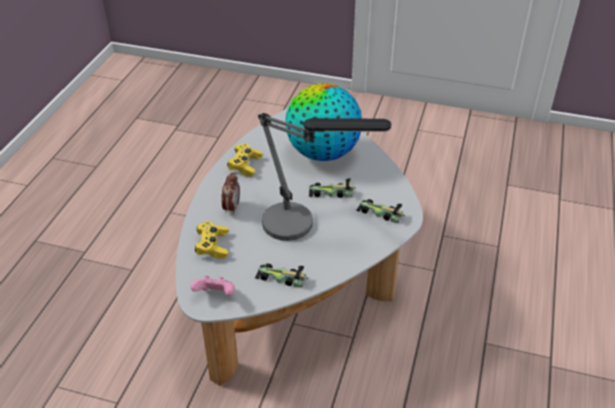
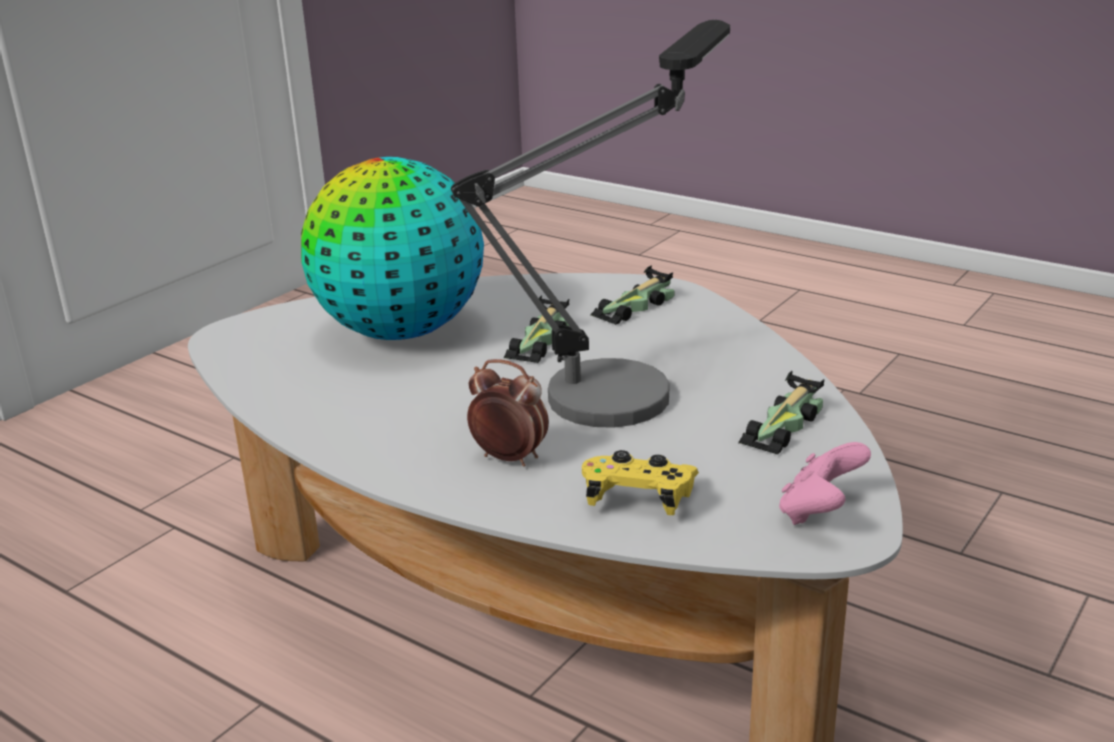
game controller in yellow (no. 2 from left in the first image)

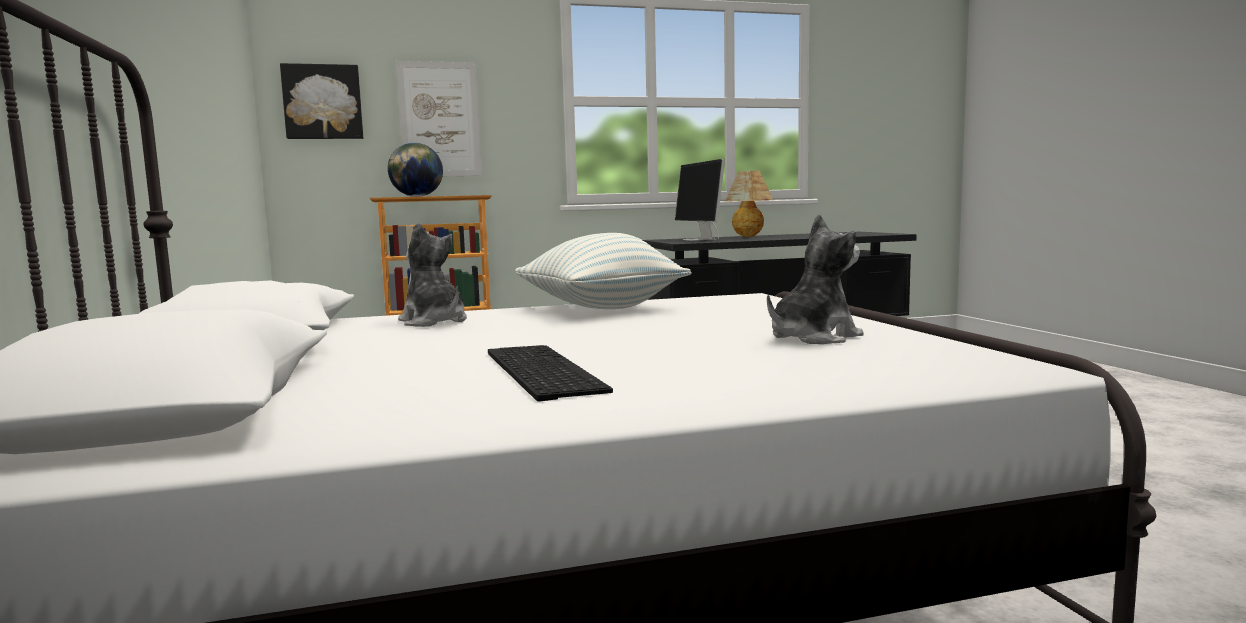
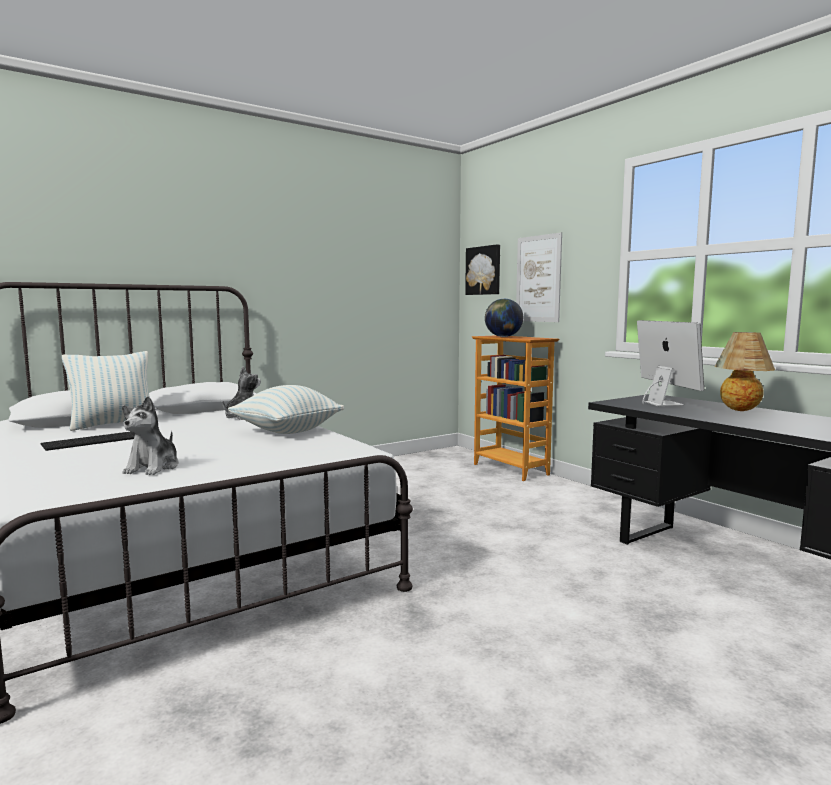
monitor
cuddly toy (no. 1 from left)
cushion (no. 1 from left)

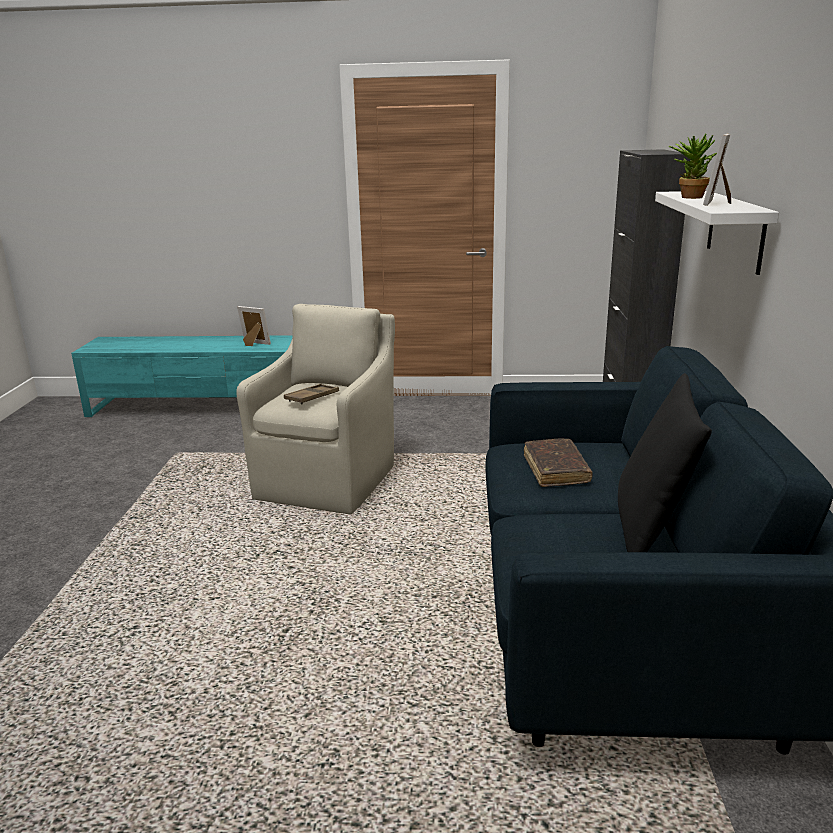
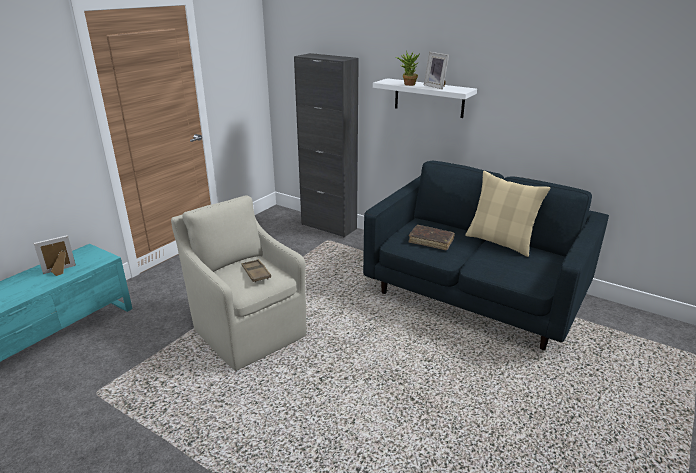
cushion in sand-coloured

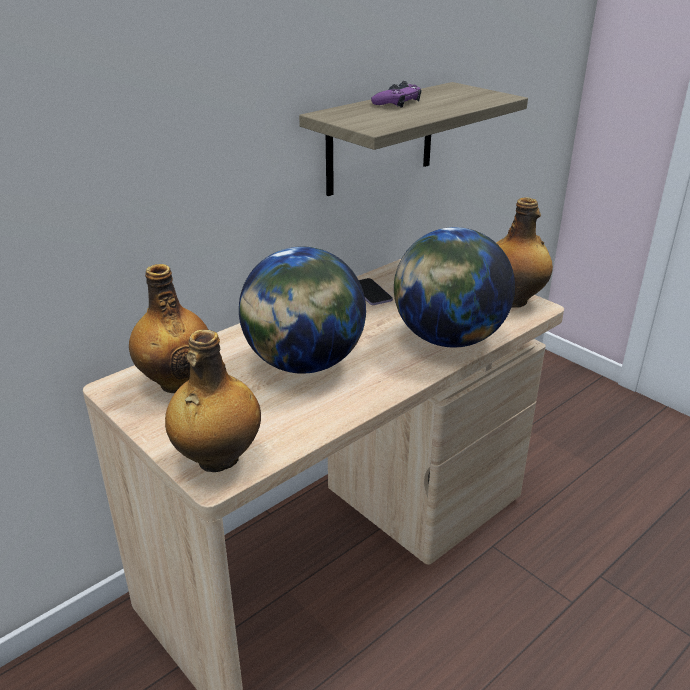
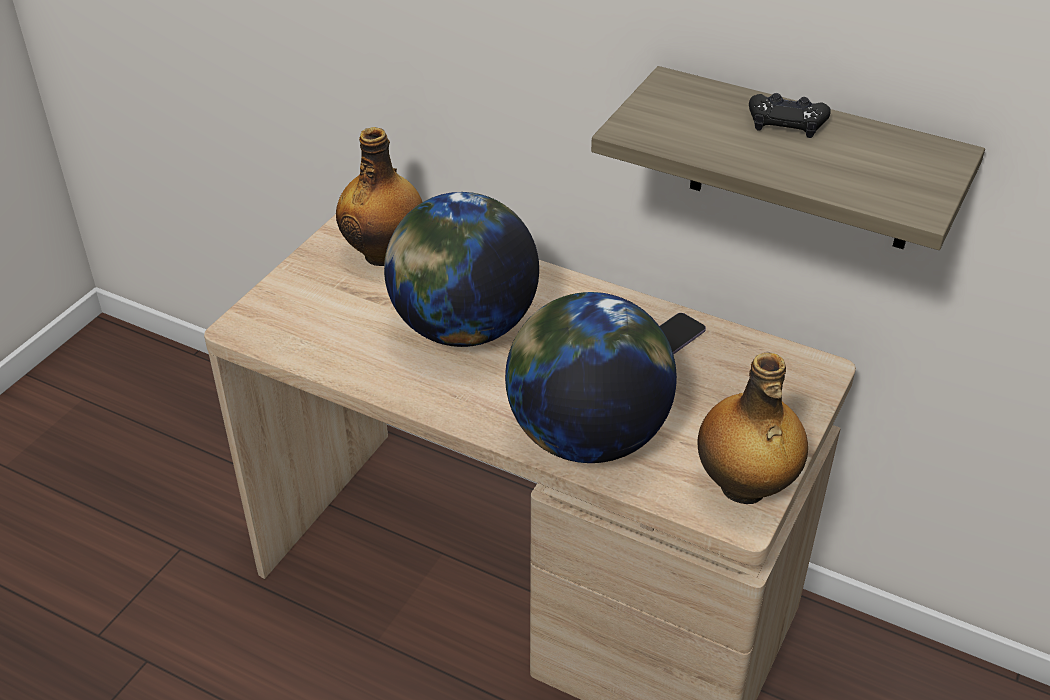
game controller in blackish
bottle (no. 2 from left in the first image)

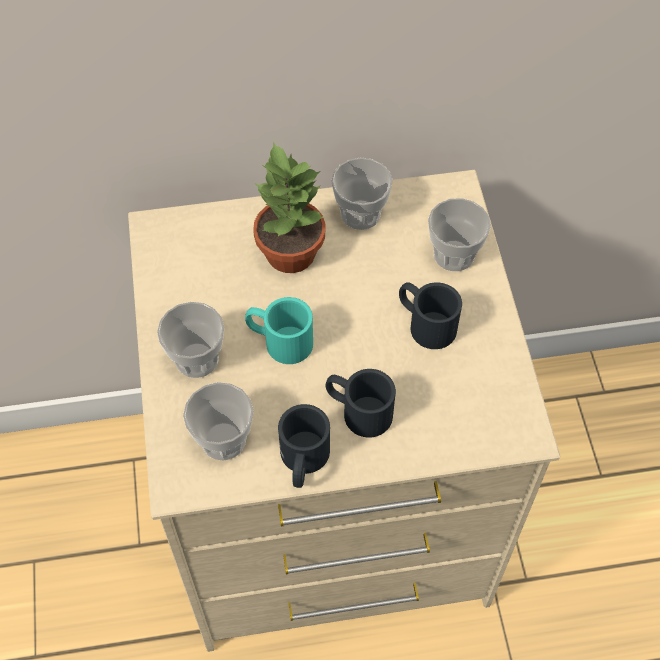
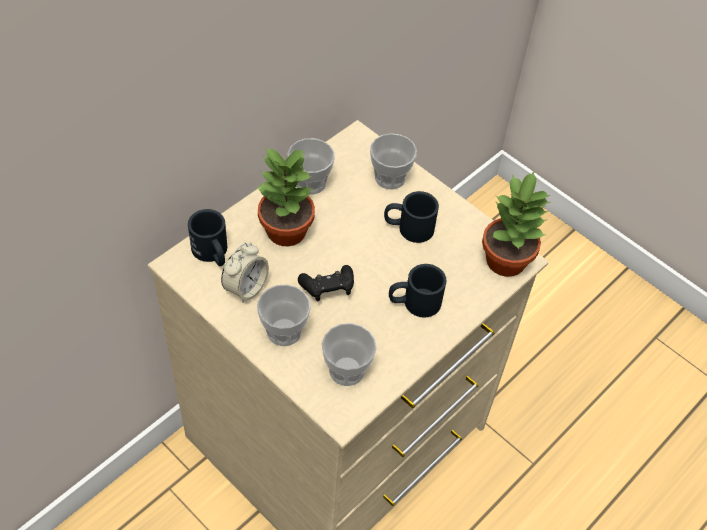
game controller in blackish
tea mug in blackish (no. 1 from left)
houseplant (no. 2 from left)
table clock

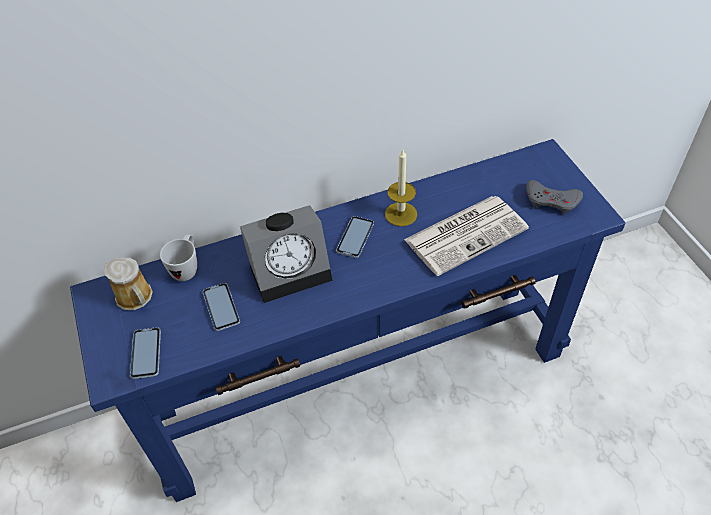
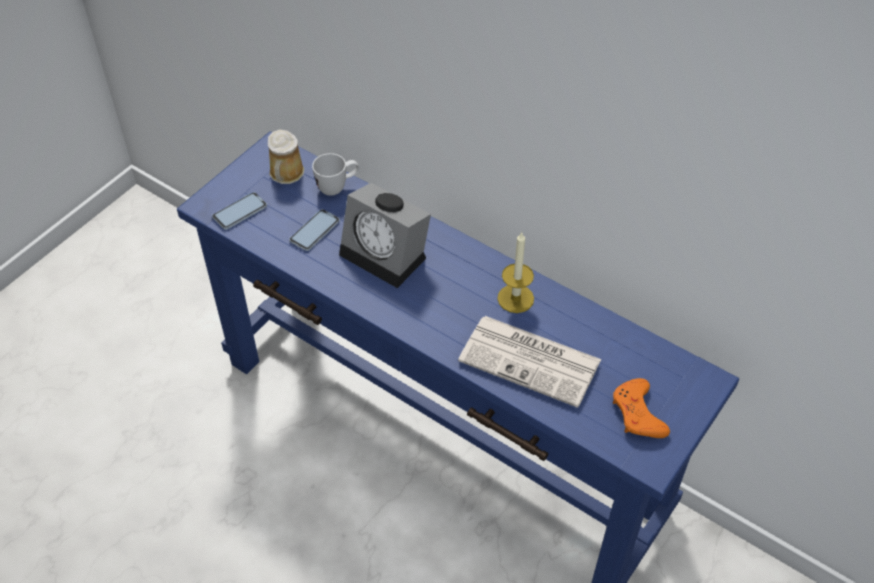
game controller in orange
telephone (no. 3 from left in the first image)

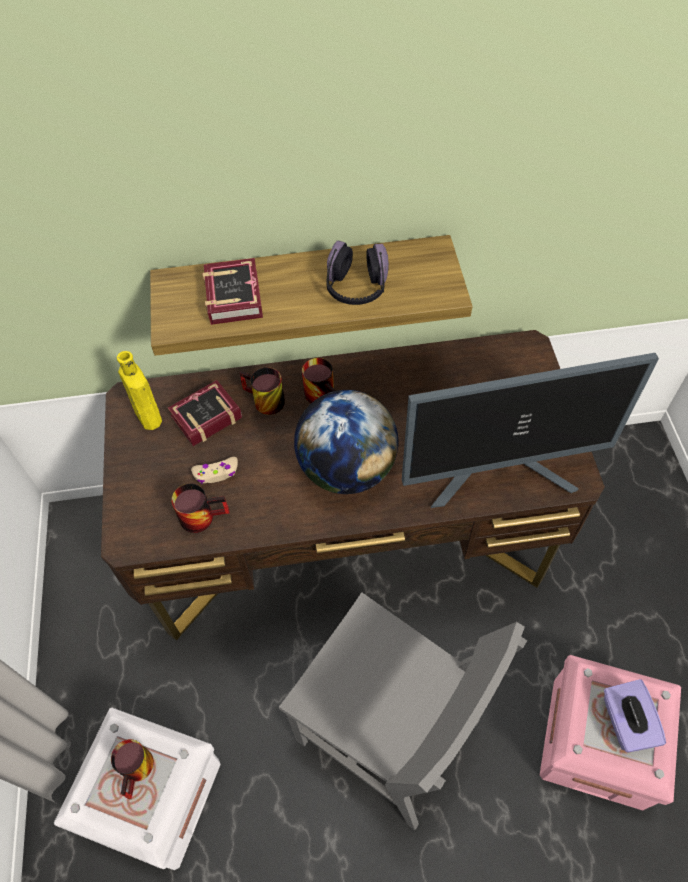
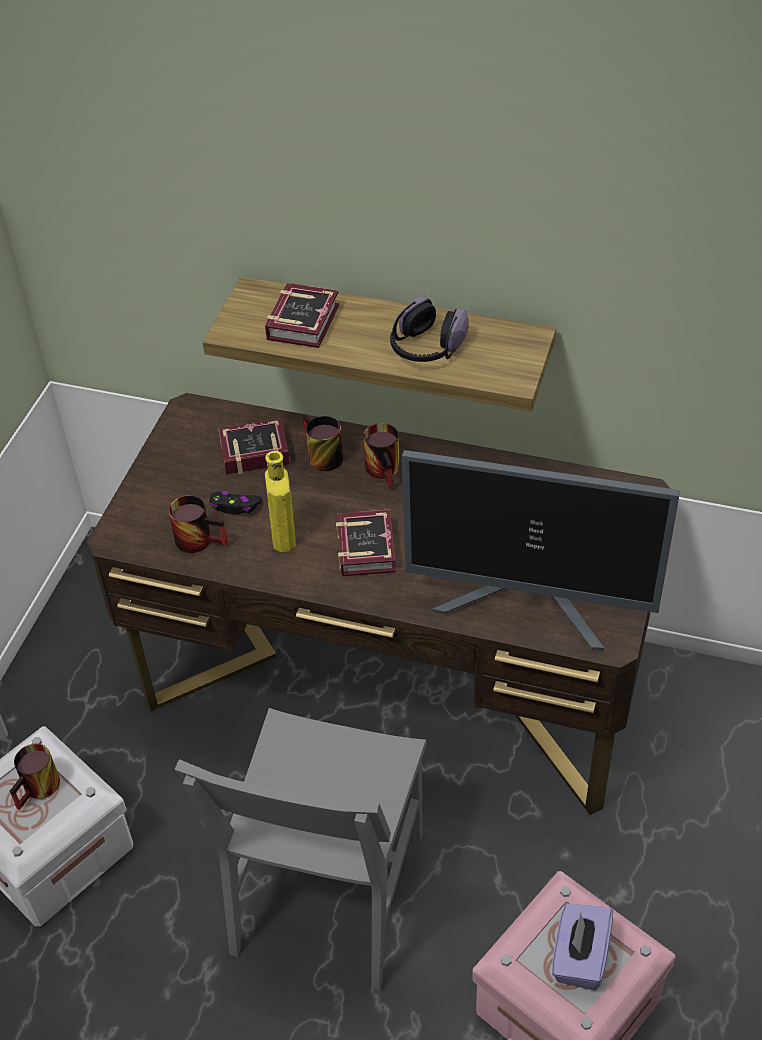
bottle in yellow
bound book (no. 3 from left)
game controller in blackish
plain chair in gray

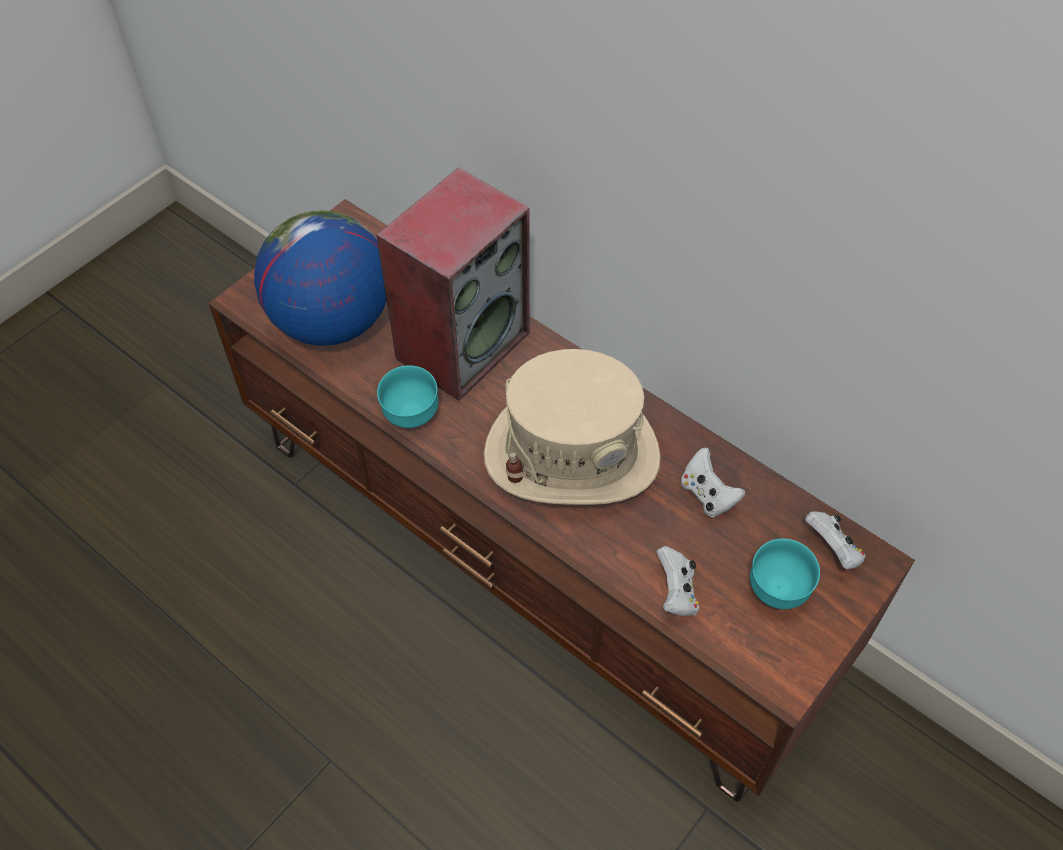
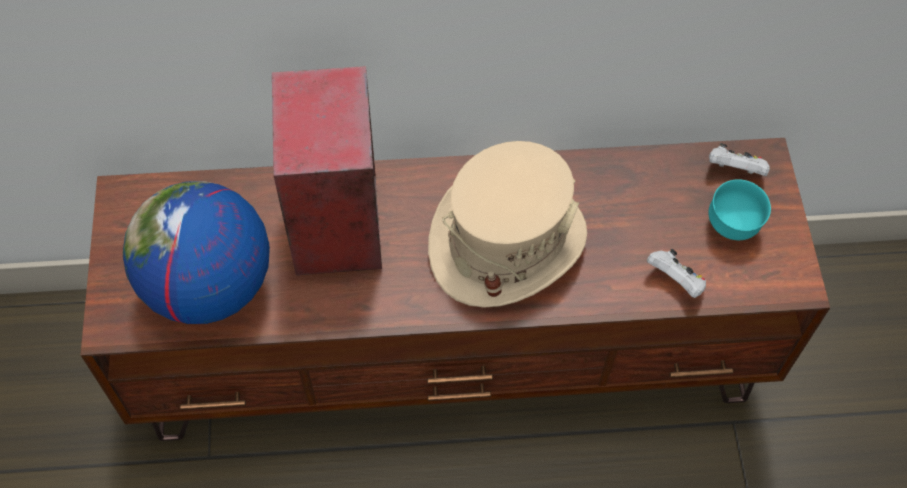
serving bowl in turquoise (no. 1 from left in the first image)
game controller in white (no. 2 from left in the first image)

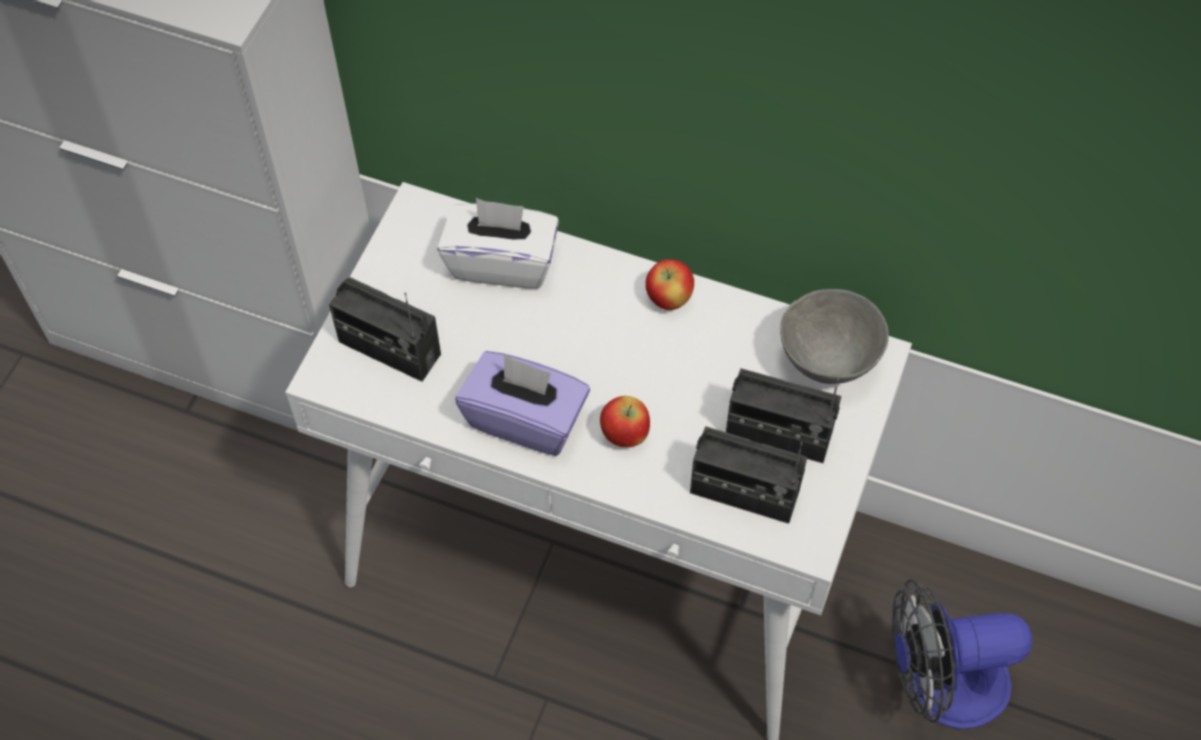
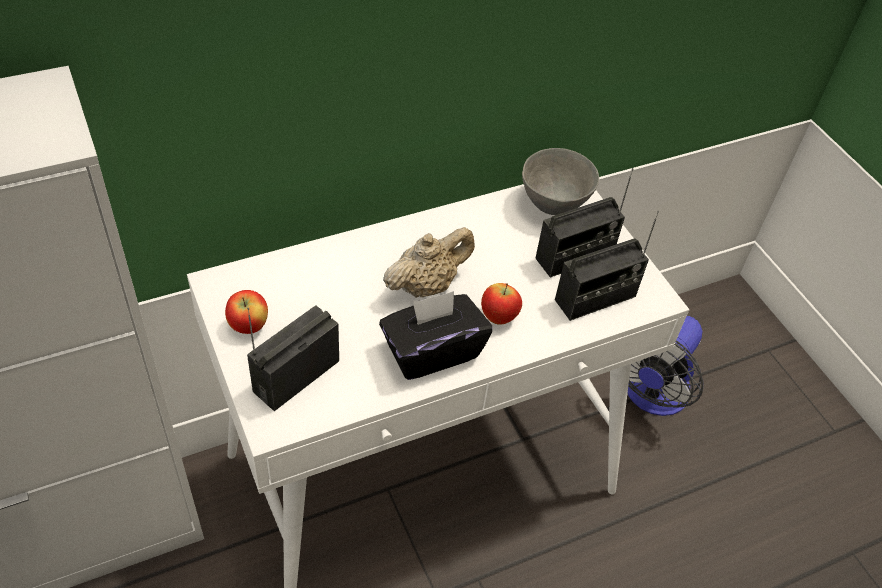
box of tissues in white
apple fruit (no. 1 from left)
radio set (no. 1 from left)
box of tissues in blackish
tea pot in sand-coloured

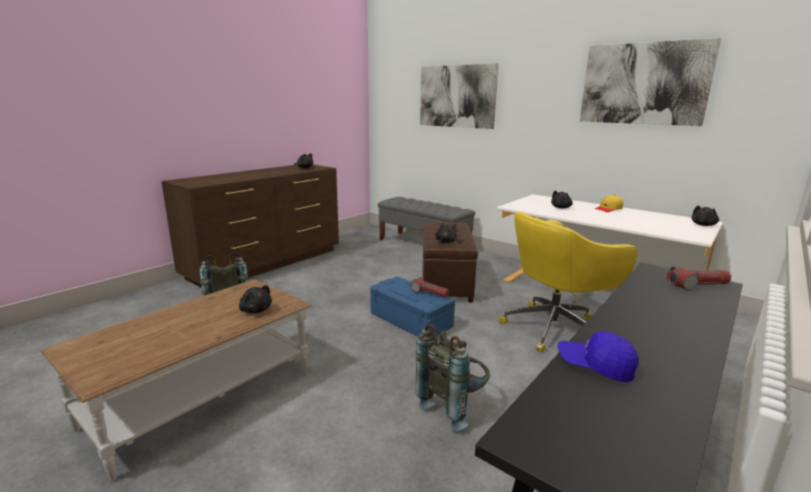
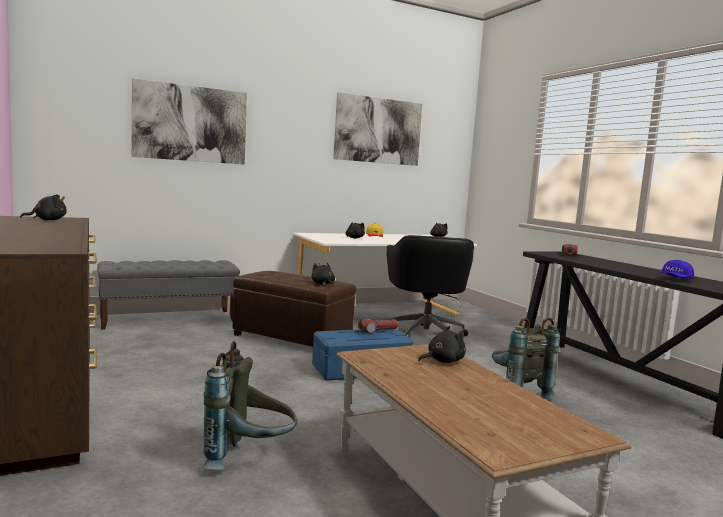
computer chair in blackish

